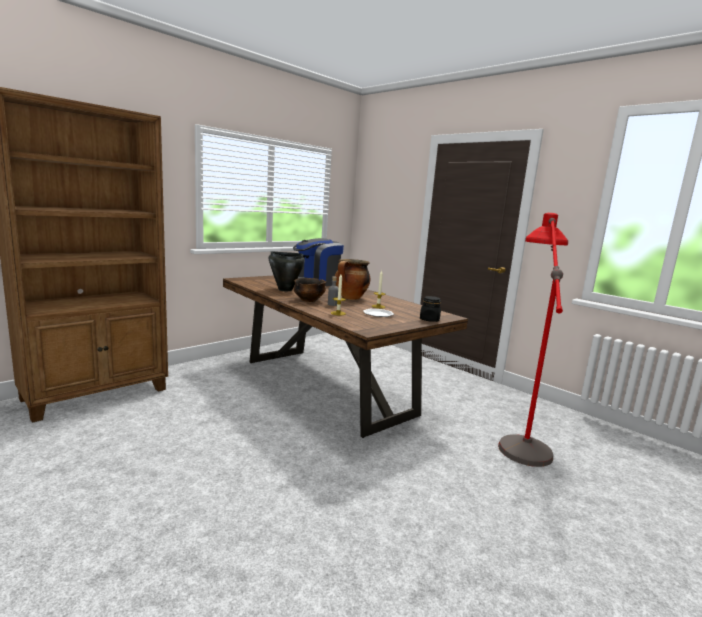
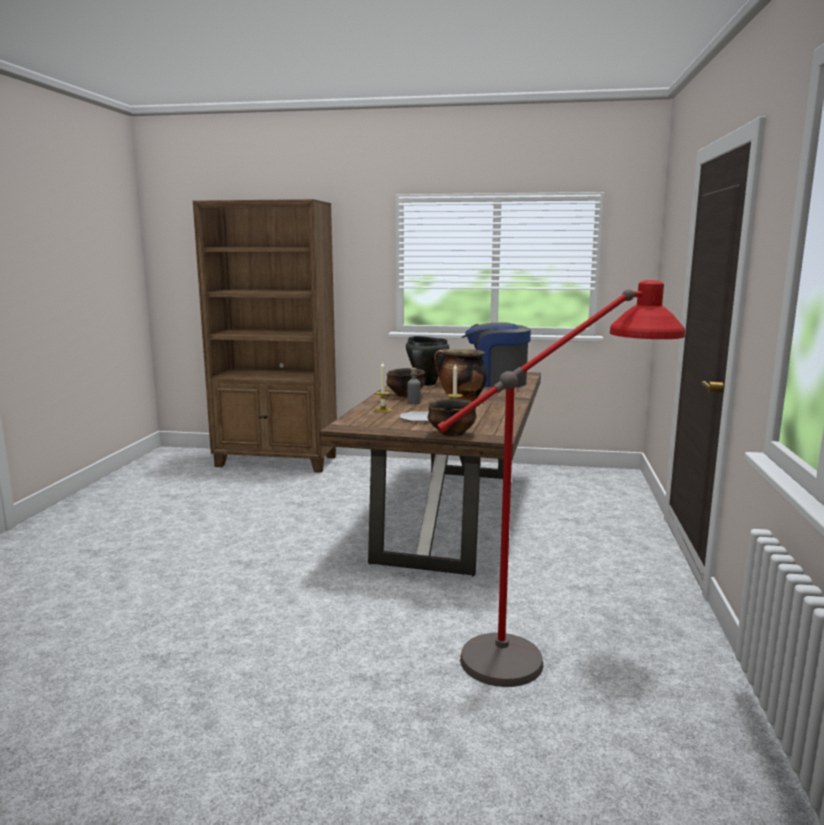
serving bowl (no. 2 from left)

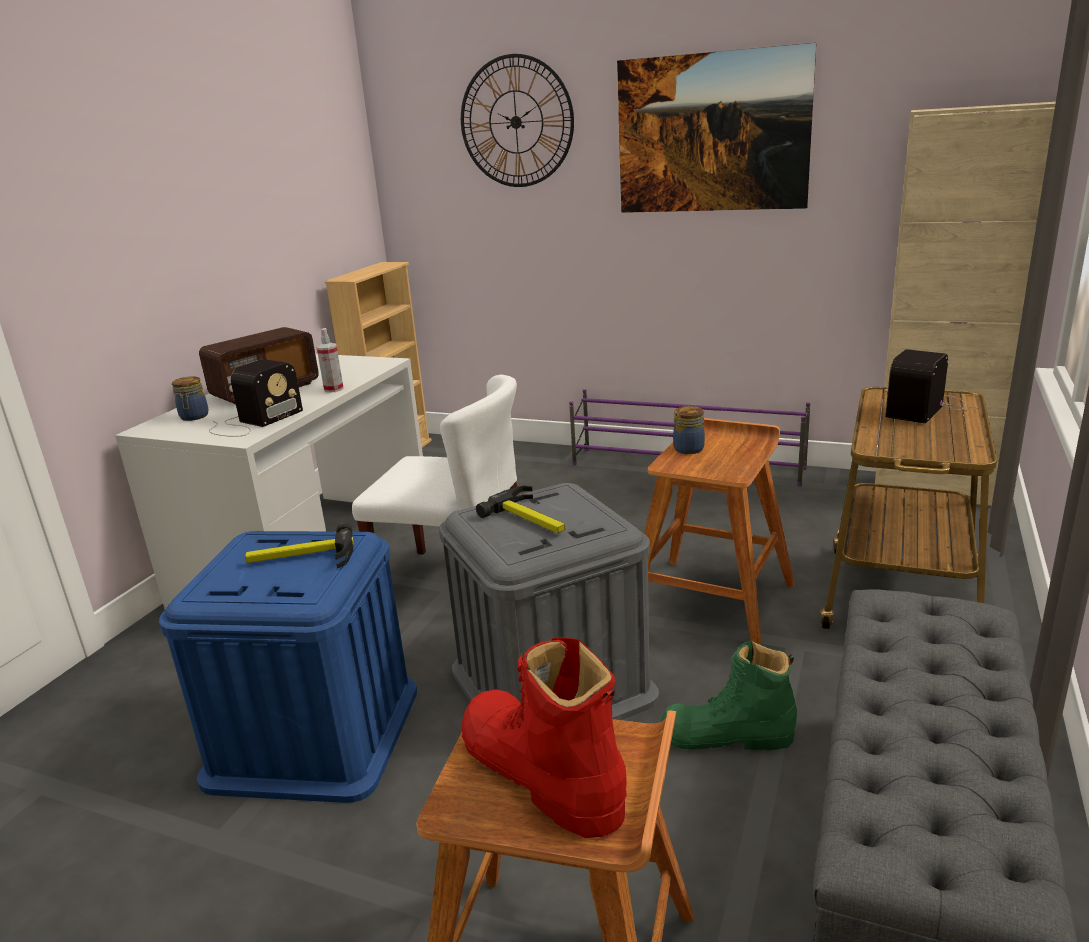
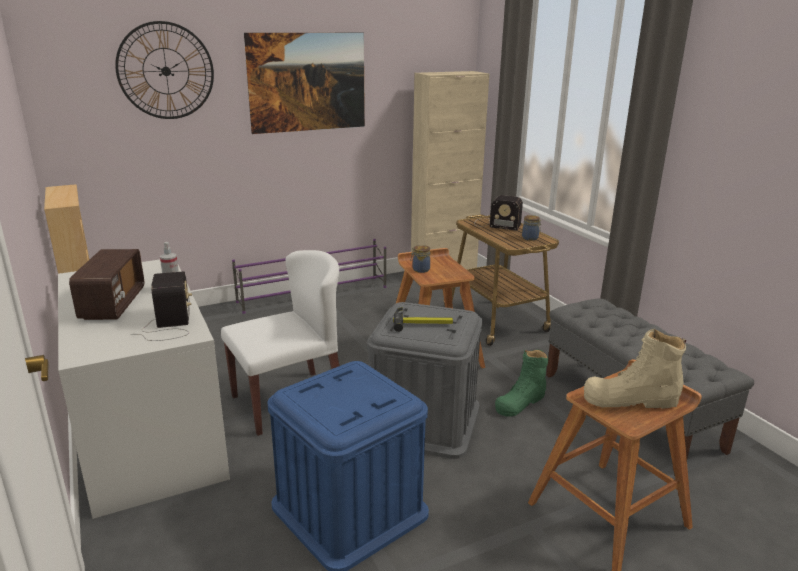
radio set (no. 3 from left)
jar (no. 2 from left)
tool hammer (no. 1 from left in the first image)
boot in sand-coloured

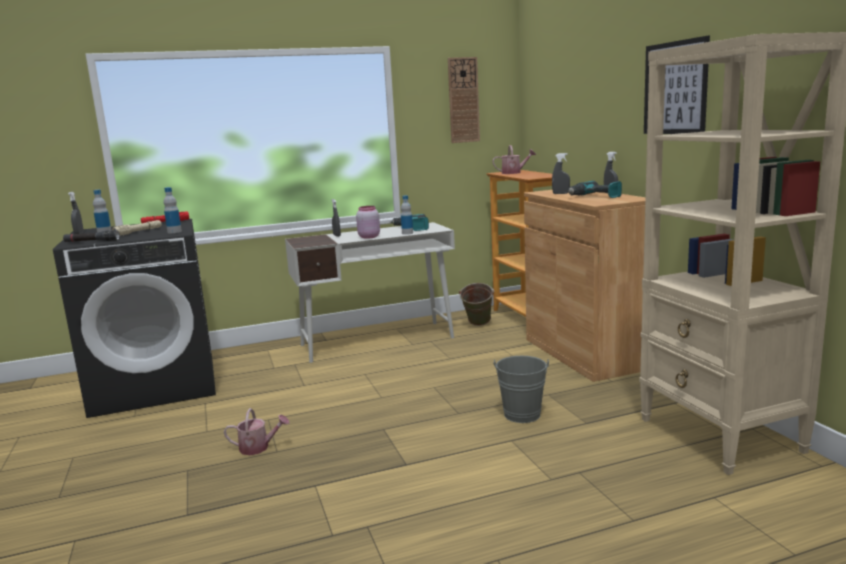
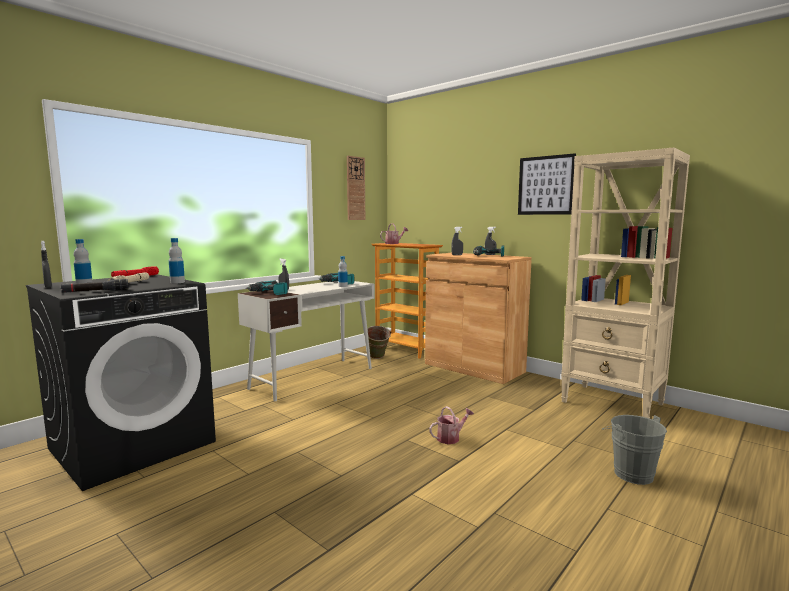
jar in pink-coloured
water bucket in gray
watering pot (no. 2 from left)
drill (no. 1 from left)

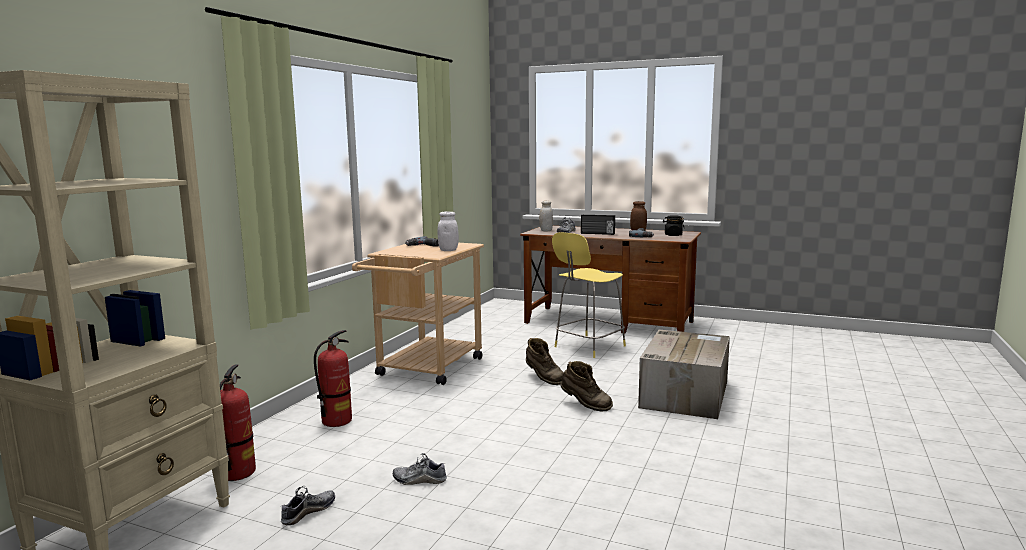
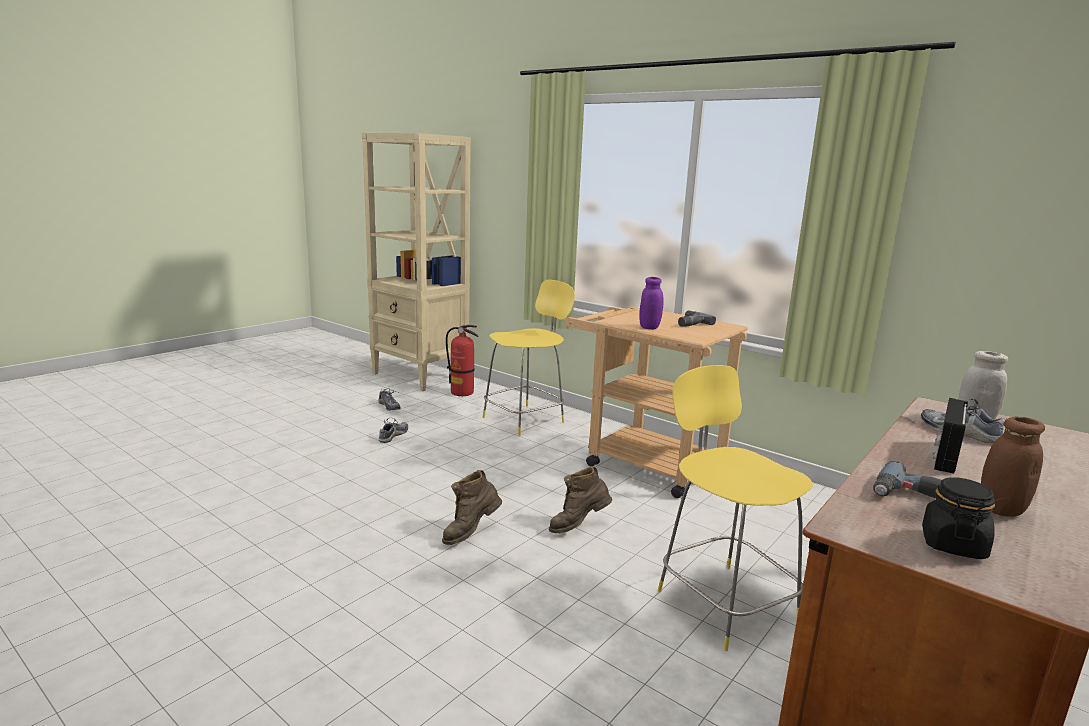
jar in purple
sitting stool in yellow (no. 1 from left)
carton

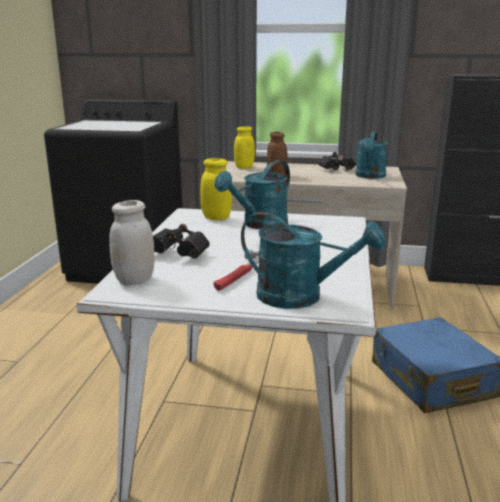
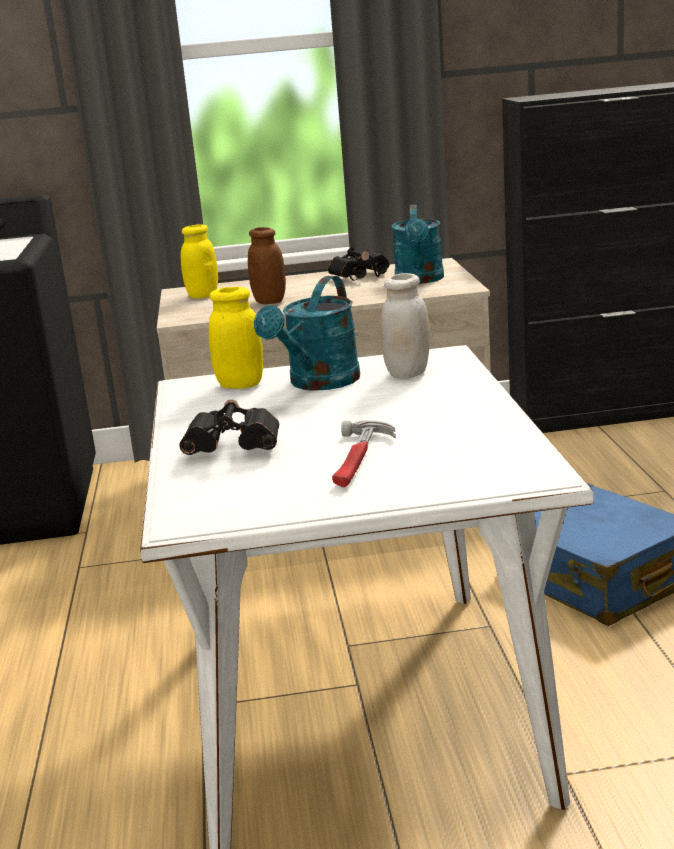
jar in white
watering pot in turquoise (no. 2 from left in the first image)

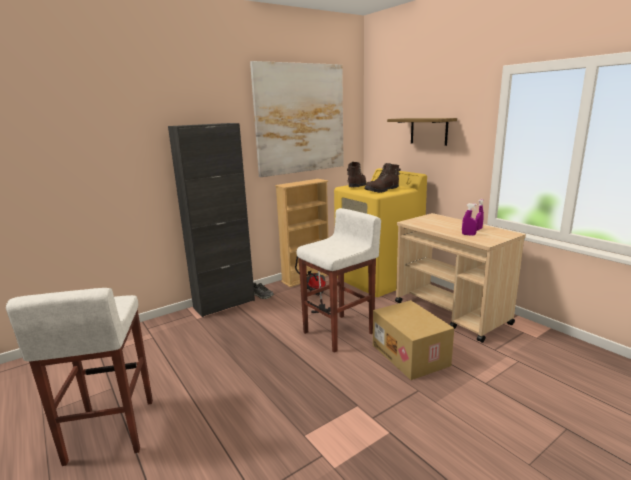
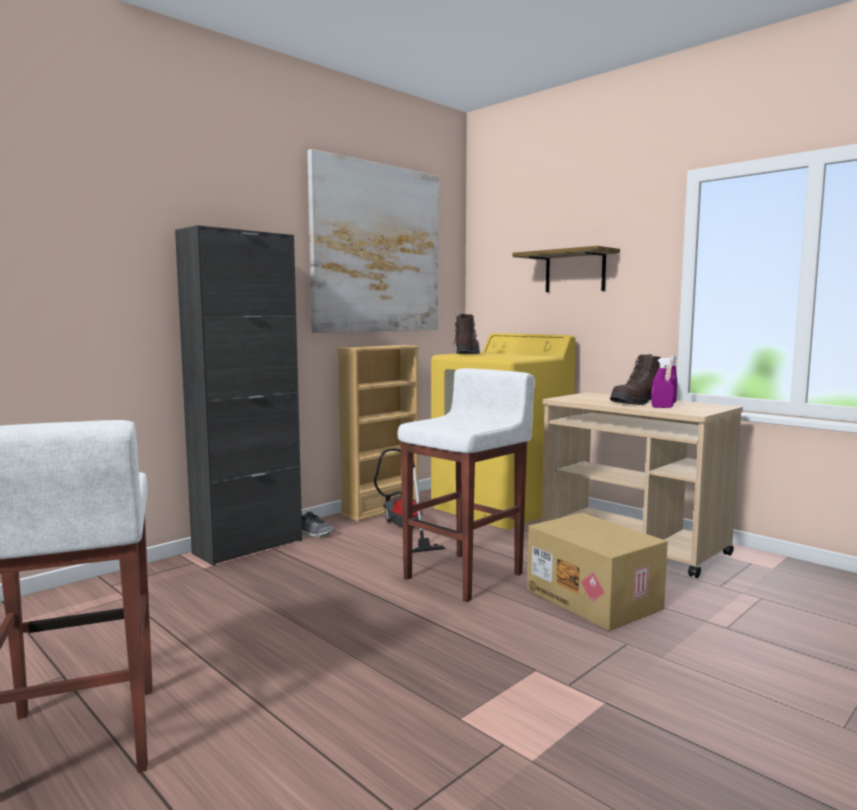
boot in brownish (no. 2 from left)

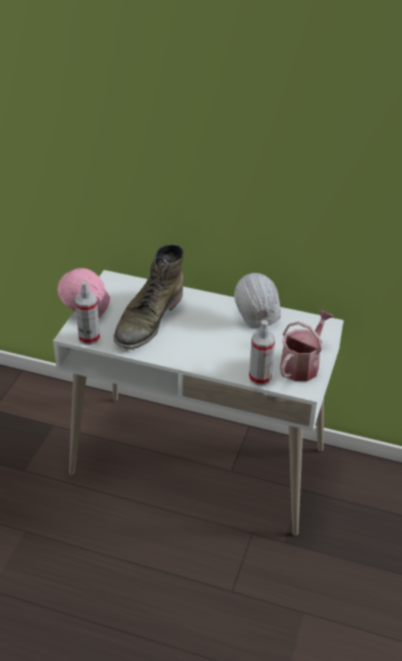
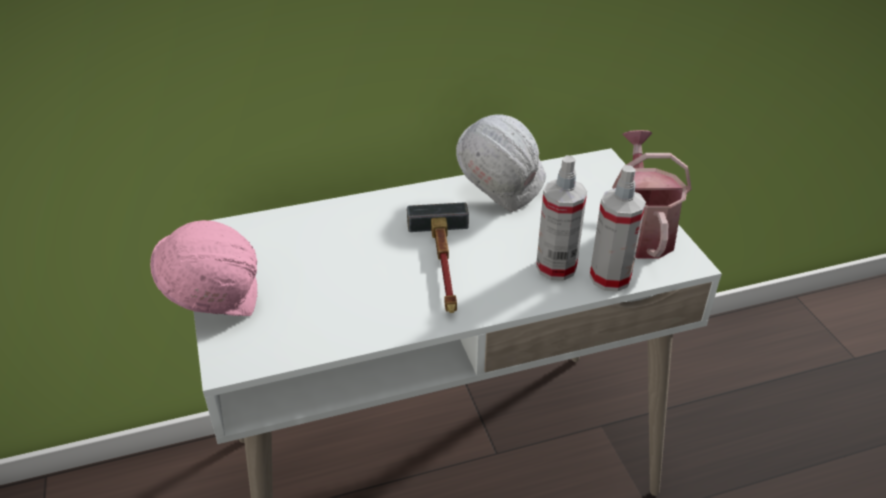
boot in green
hand sprayer (no. 1 from left)
tool hammer

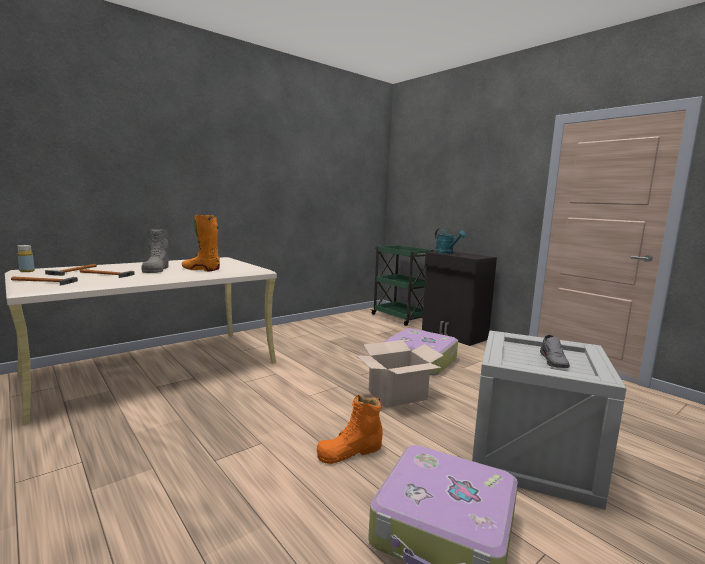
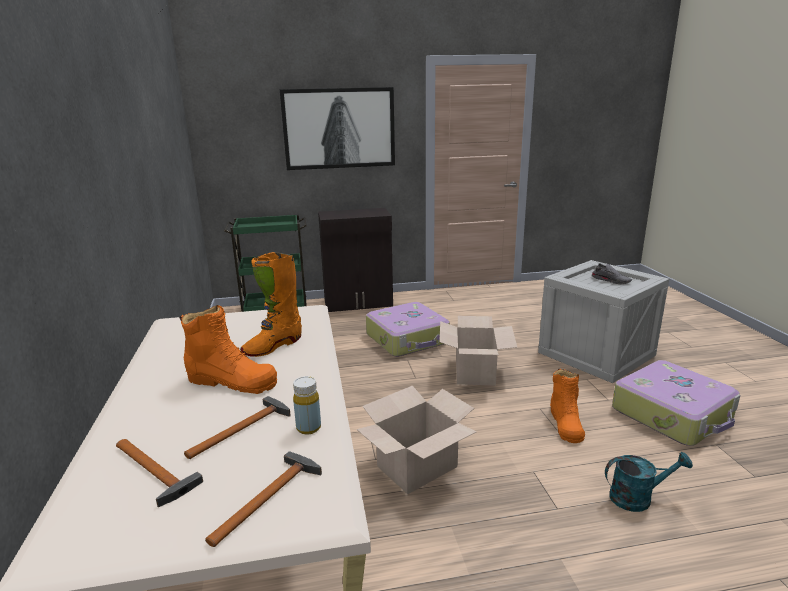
watering pot in turquoise
boot in orange (no. 1 from left)
bottle in yellow
wall art
carton (no. 1 from left)

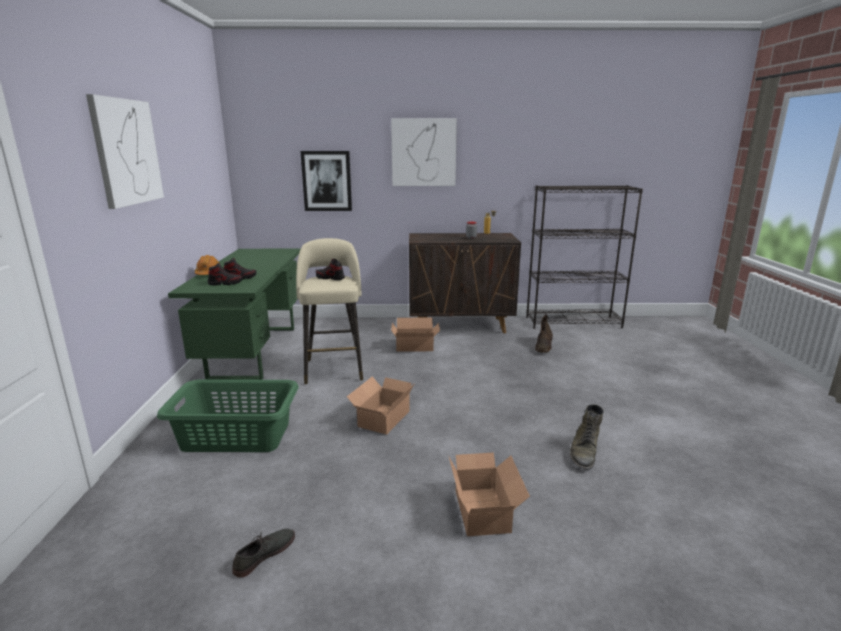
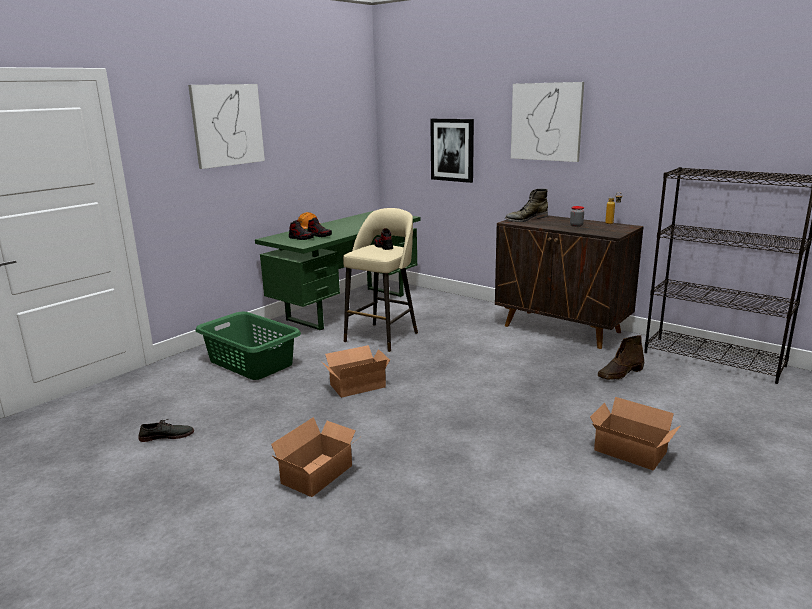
carton (no. 3 from left)
boot in green

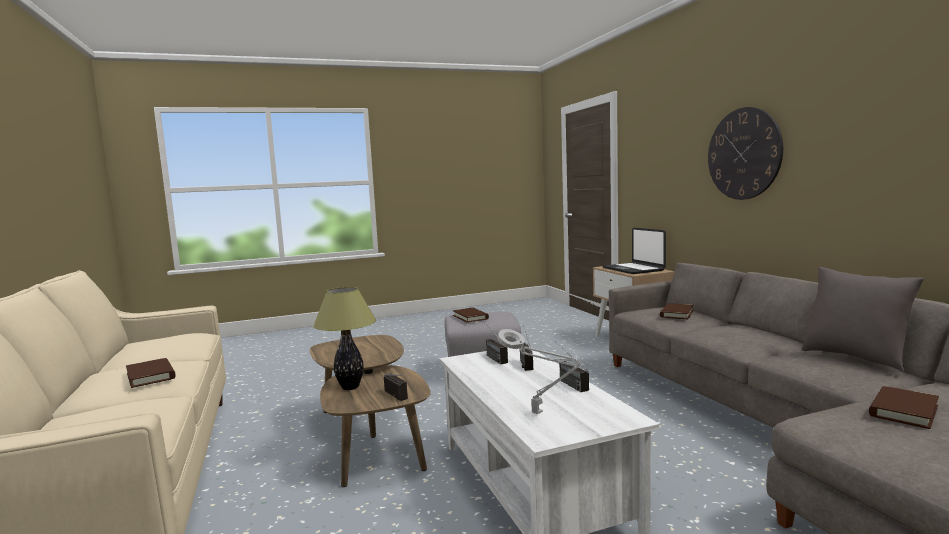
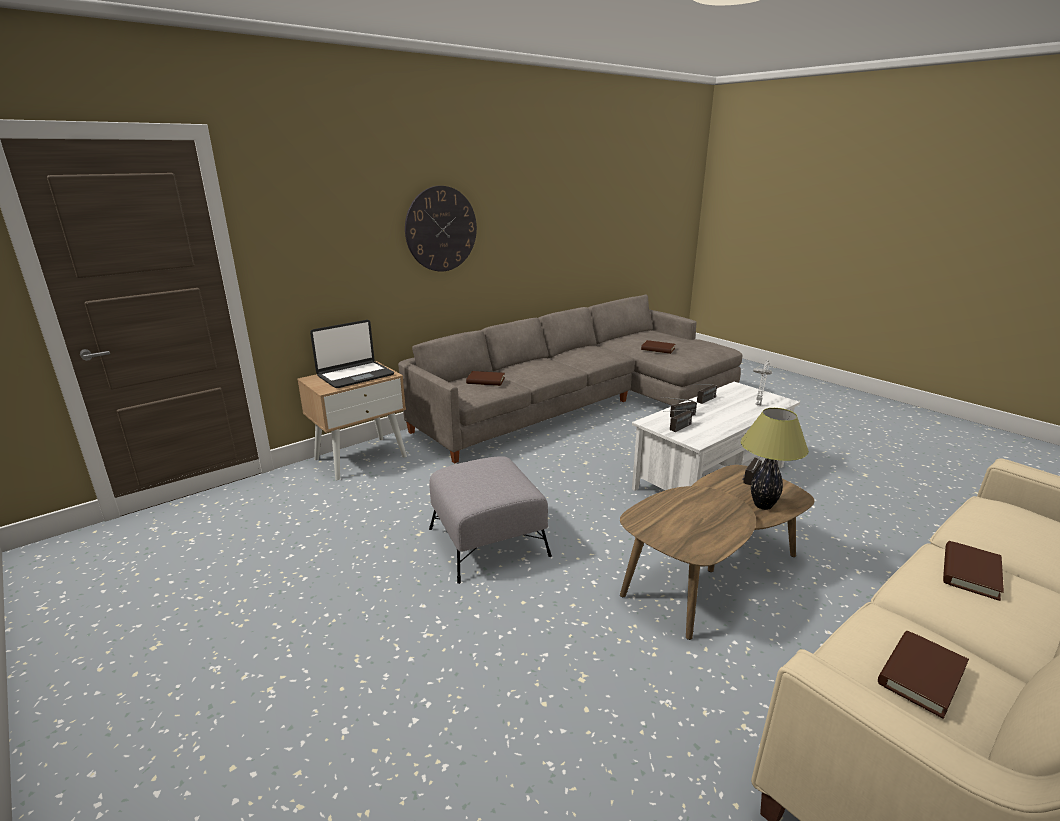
cushion in gray
bound book in brownish (no. 3 from left)

